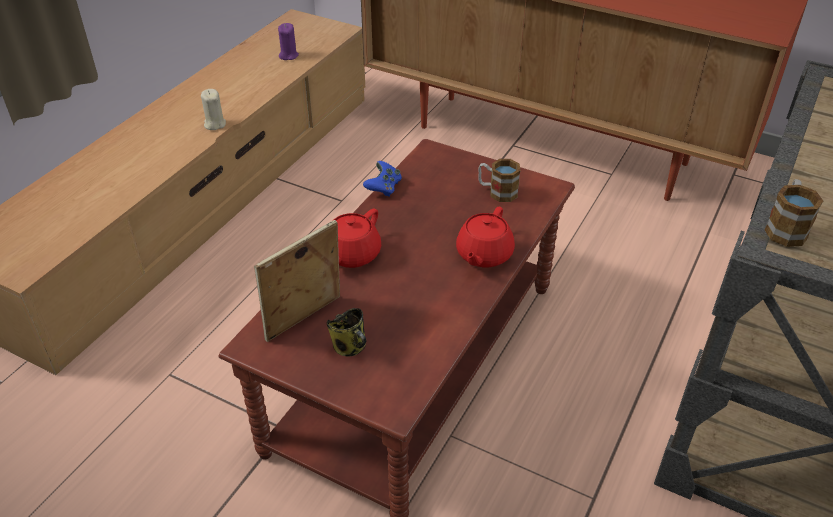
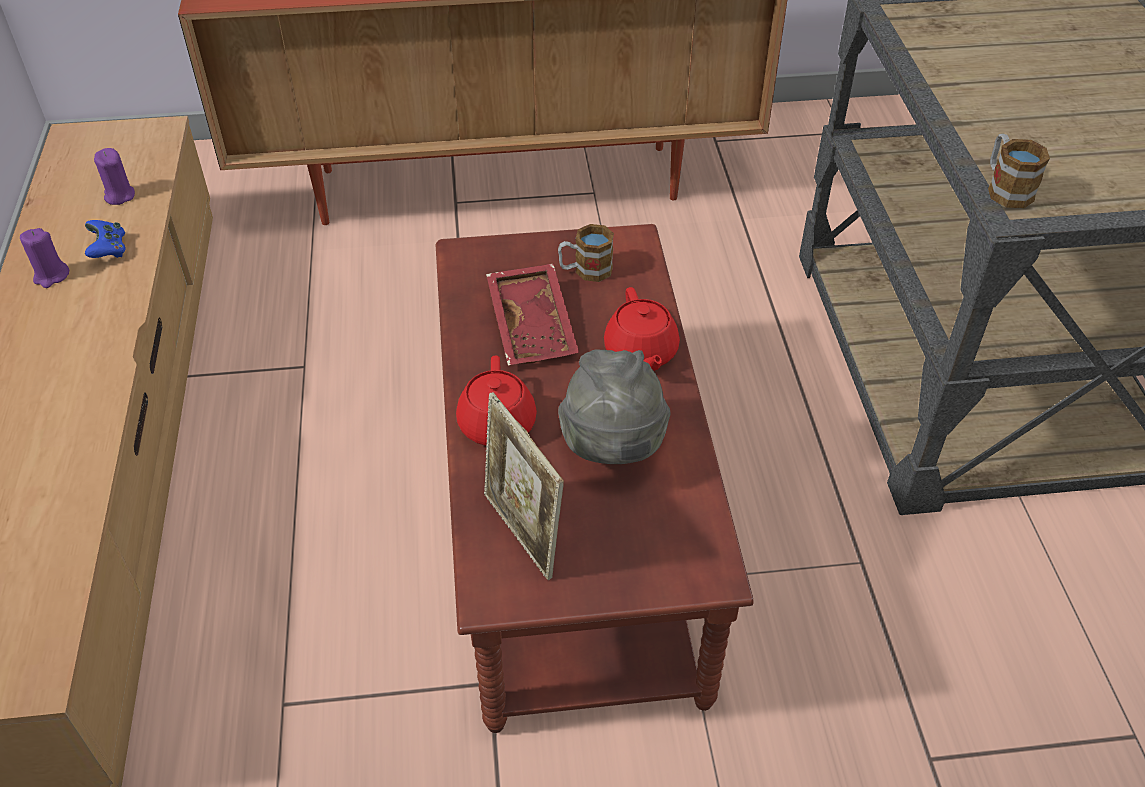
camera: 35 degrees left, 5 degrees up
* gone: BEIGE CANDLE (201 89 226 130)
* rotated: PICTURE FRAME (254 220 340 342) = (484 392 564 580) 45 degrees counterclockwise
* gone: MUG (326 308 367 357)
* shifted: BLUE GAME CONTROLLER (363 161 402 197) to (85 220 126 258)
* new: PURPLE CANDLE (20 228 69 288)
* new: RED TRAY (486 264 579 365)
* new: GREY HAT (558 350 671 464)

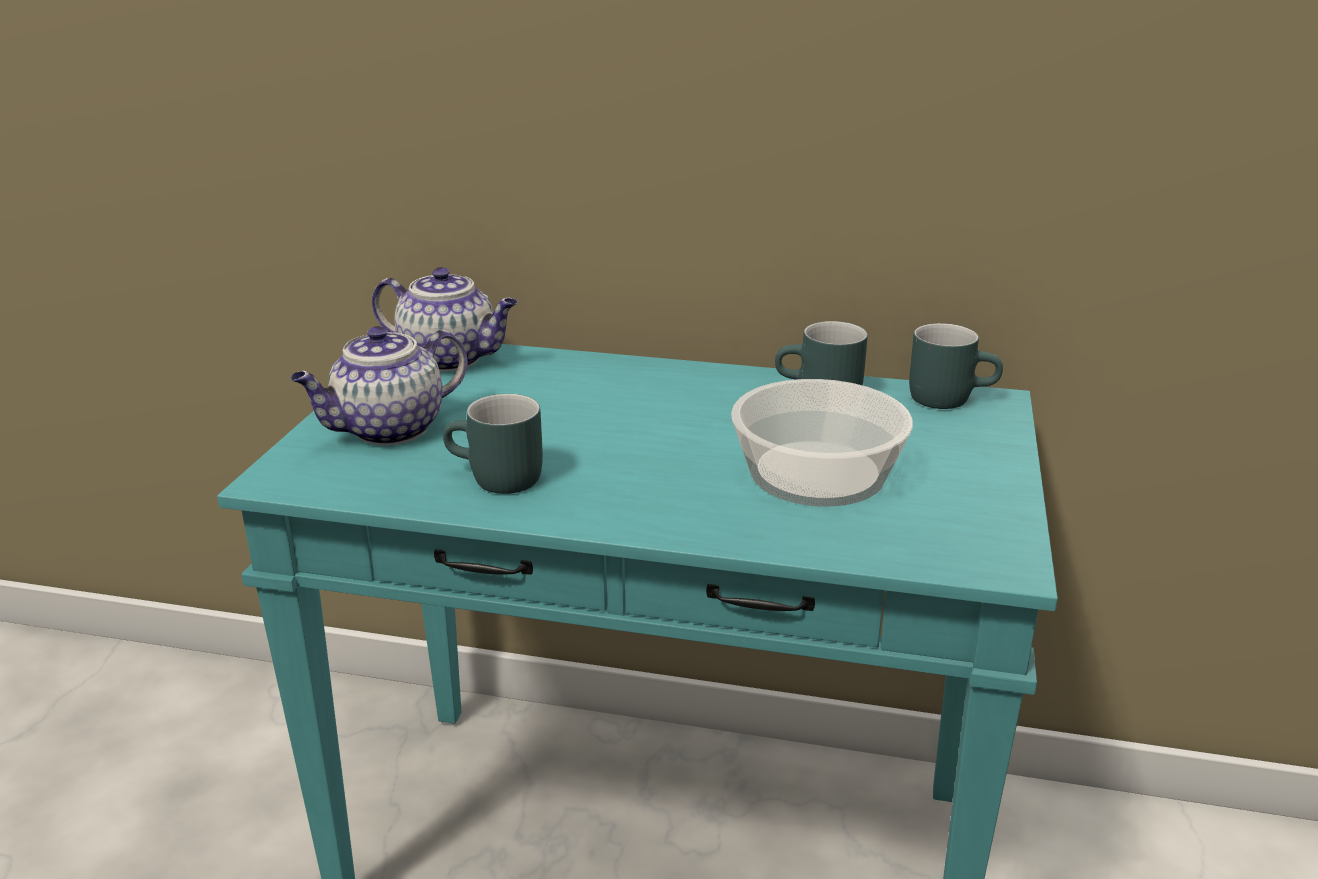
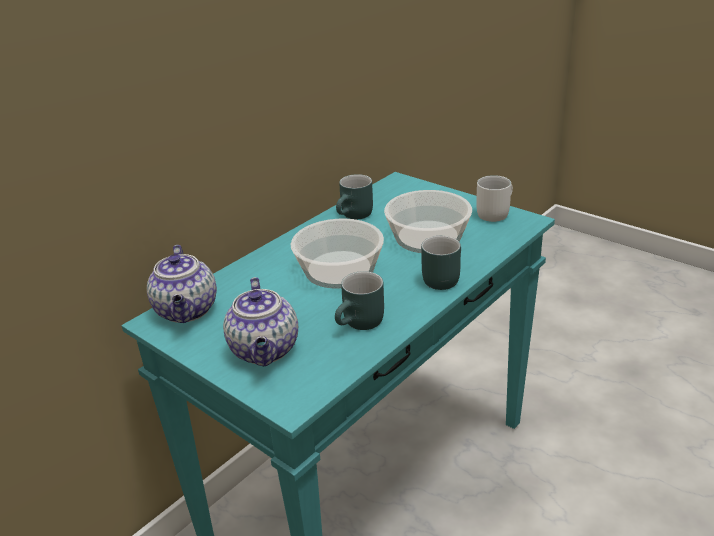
camera: 60 degrees left, 5 degrees up
* rotated: TEAPOT (372 267 518 372) = (147 245 217 323) 120 degrees clockwise
* shifted: TURQUOISE MUG (909 323 1003 409) to (421 236 461 290)
* new: BOWL (291 219 384 288)
* new: WHITE MUG (476 175 513 222)

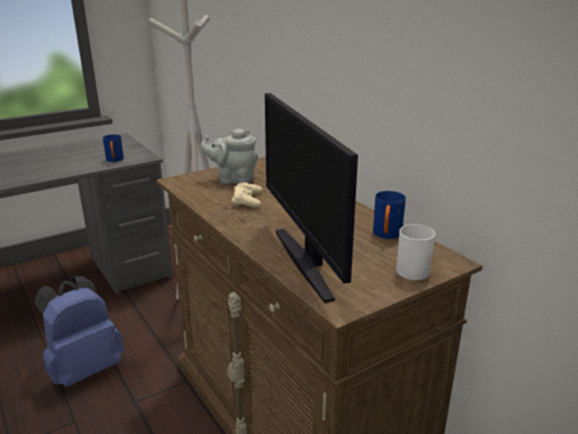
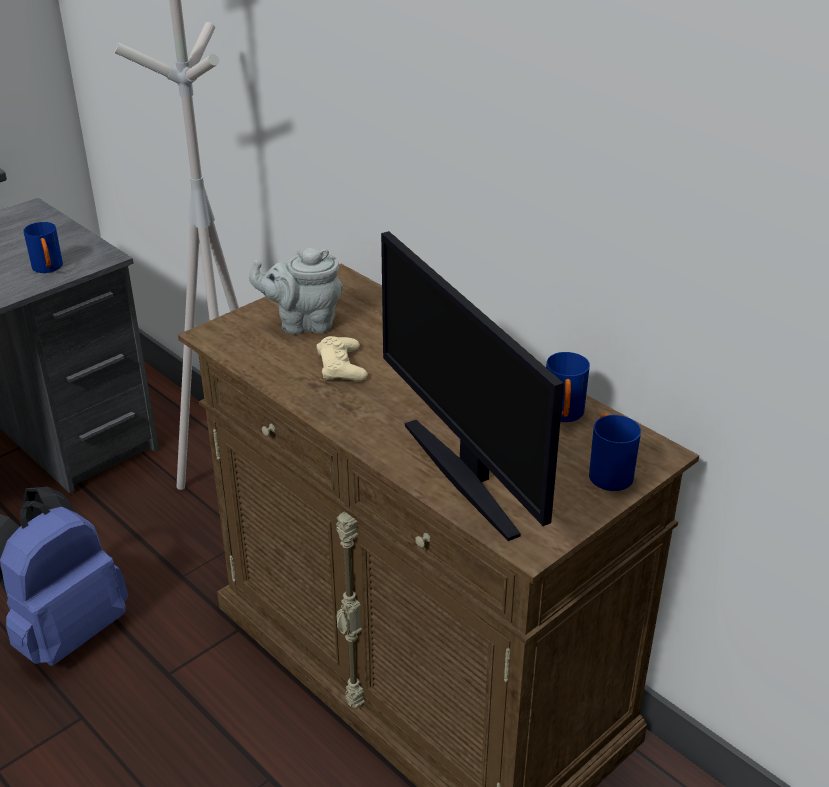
camera: 10 degrees left, 10 degrees up
* repainted: WHITE MUG (396 224 435 280) to BLUE MUG (589 414 641 491)

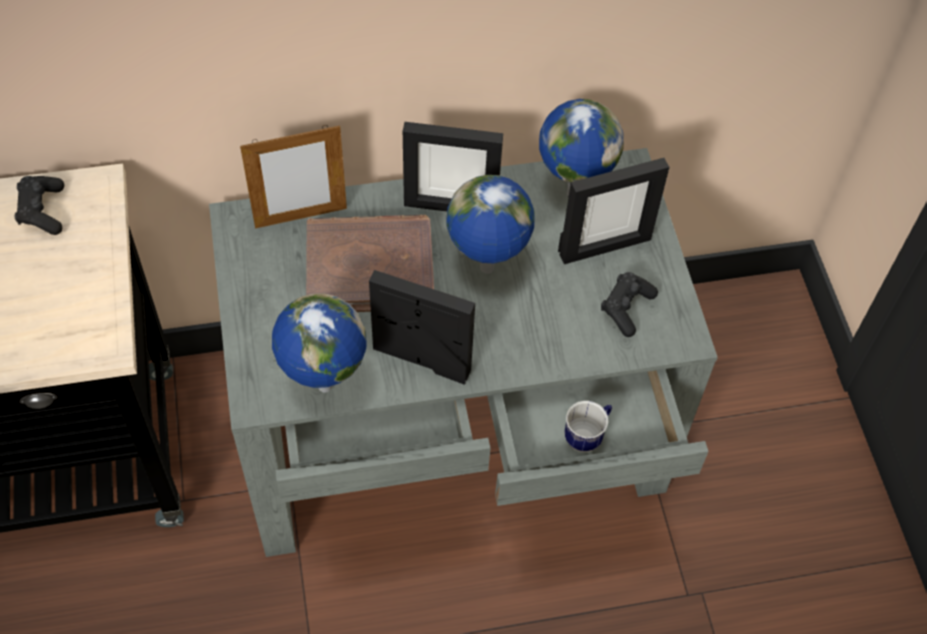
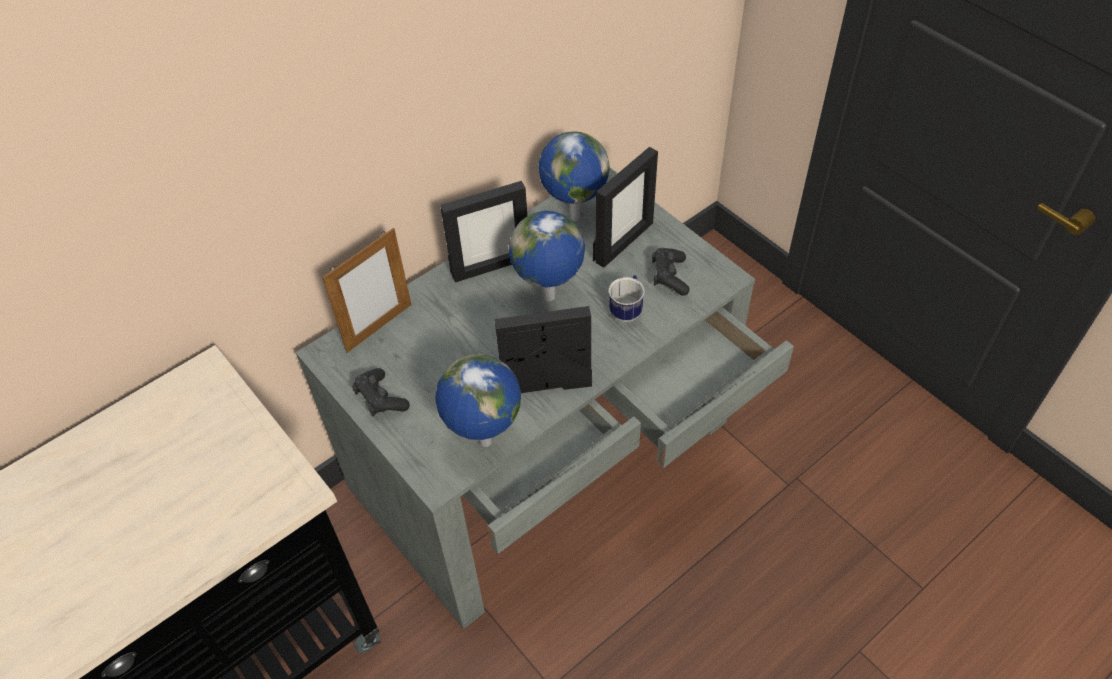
camera: 25 degrees left, 5 degrees down
* shifted: BLACK GAME CONTROLLER (15 176 64 235) to (352 368 410 417)
* gone: BROWN BOOK (306 215 434 312)
* shifted: MUG (564 401 612 452) to (609 275 645 322)

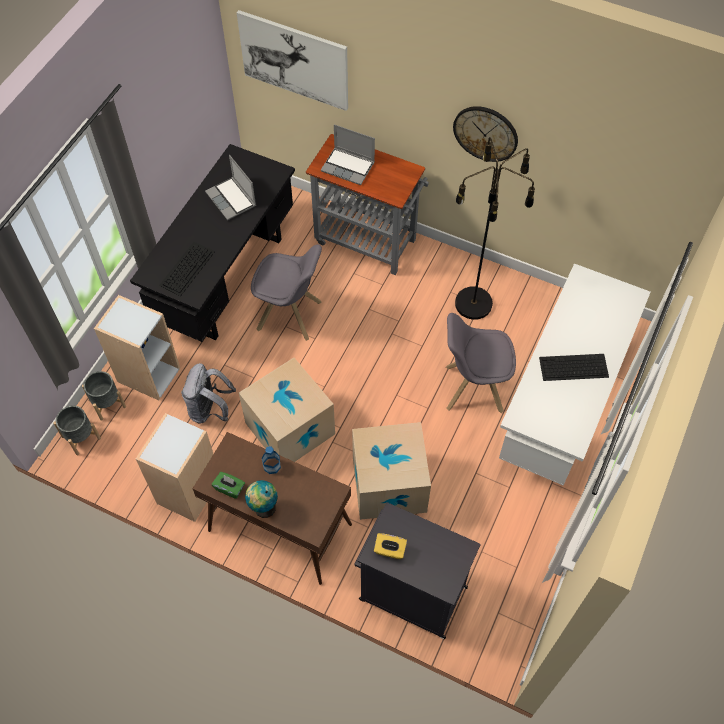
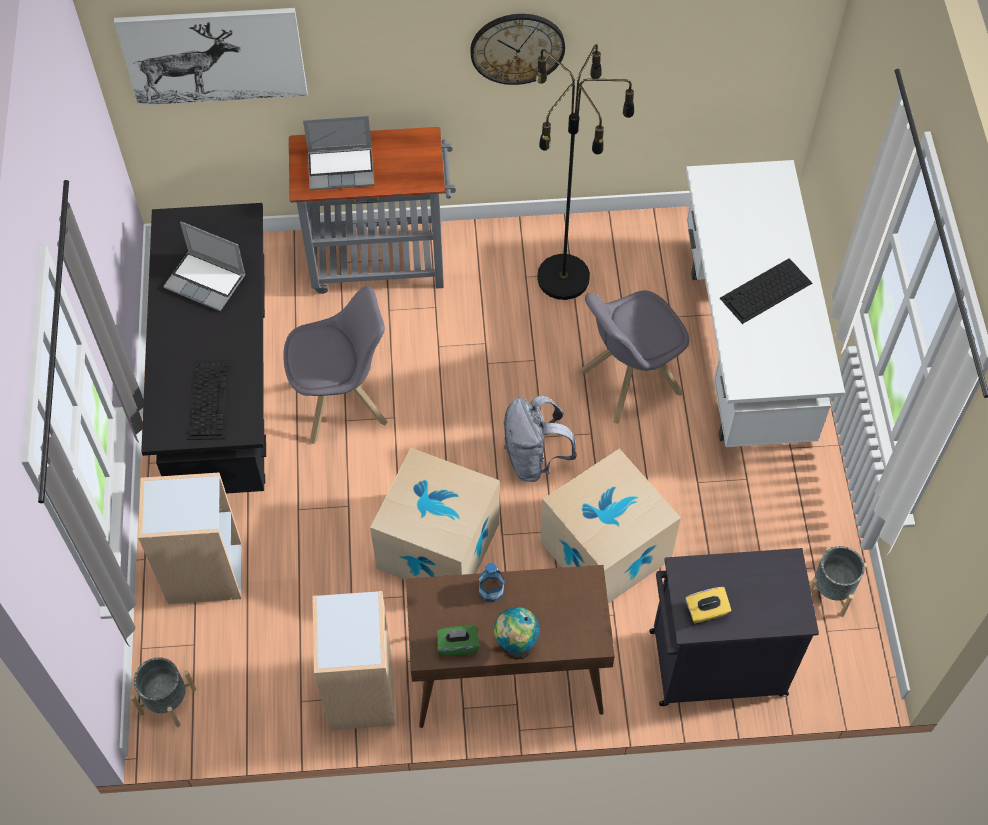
camera: 30 degrees left, 0 degrees up
* shifted: GREY PLANTER (82 371 126 420) to (810 546 867 617)
* shifted: GREY BACKPACK (181 363 236 424) to (504 396 577 482)

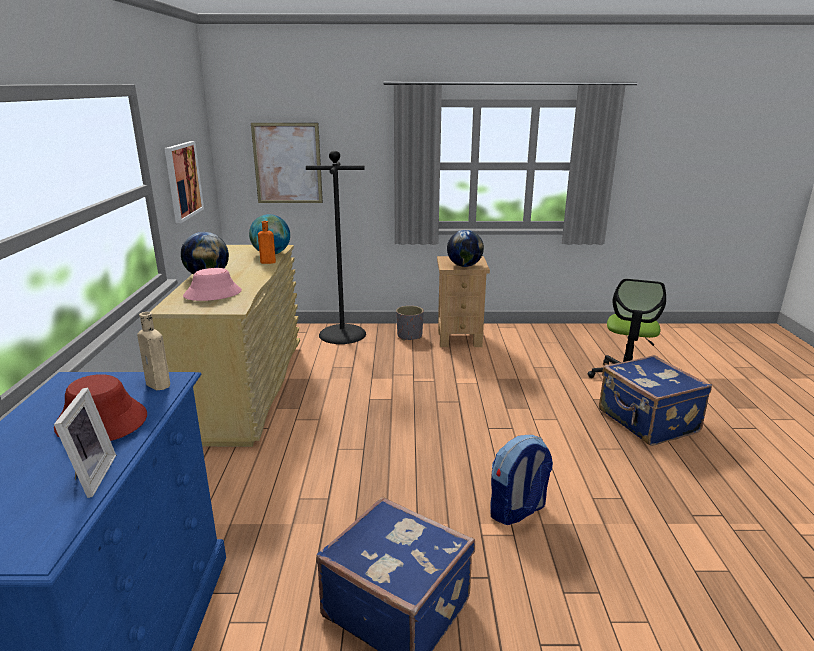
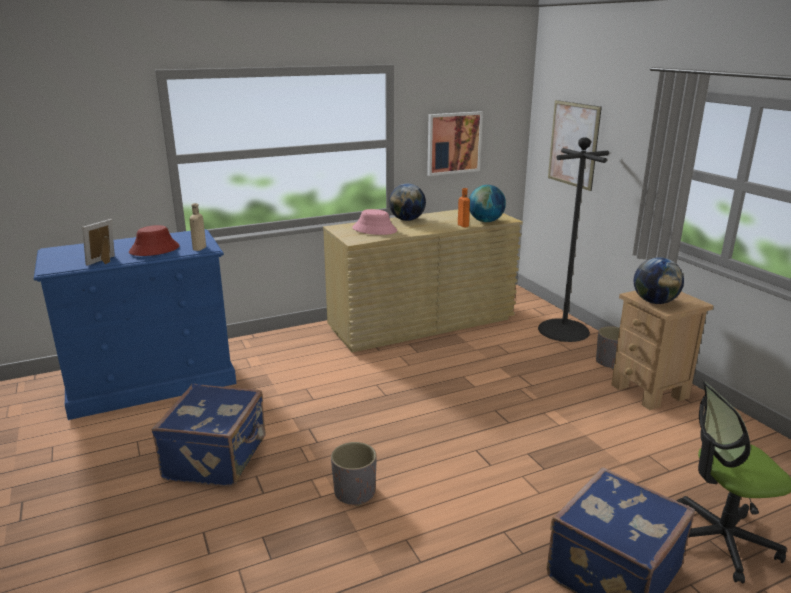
camera: 65 degrees right, 0 degrees up
* rotated: PICTURE FRAME (54 388 116 498) = (82 219 115 266) 150 degrees clockwise
* swapped: BACKPACK (490 435 553 525) to GREY PLANTER (331 442 377 506)

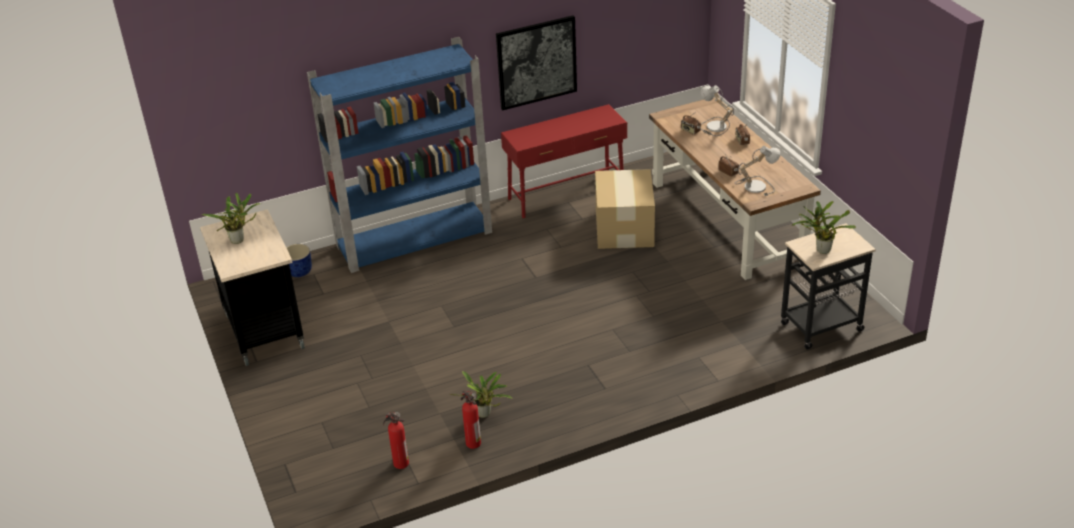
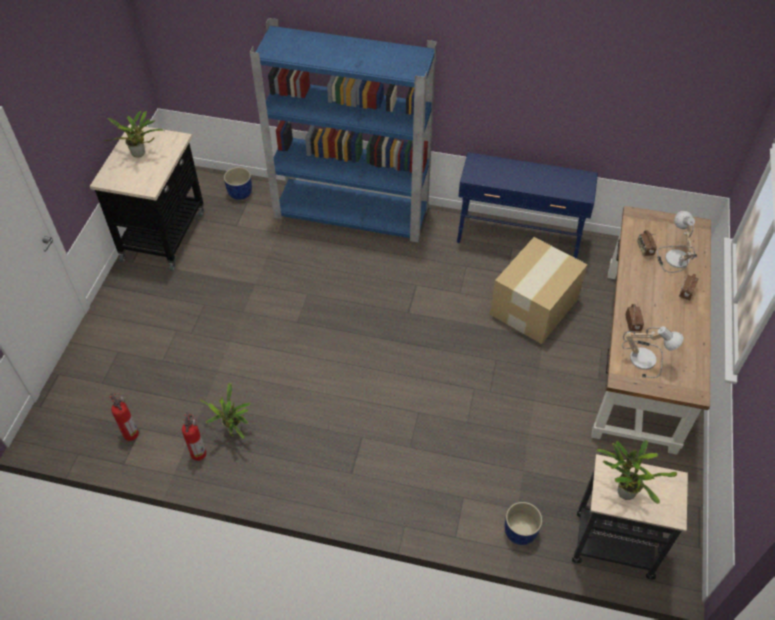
camera: 35 degrees right, 15 degrees up
* gone: PICTURE (496 15 577 110)
* repainted: RED CONSOLE TABLE (501 104 627 218) to BLUE CONSOLE TABLE (457 152 598 259)
* new: BLUE PLANTER (505 502 542 545)

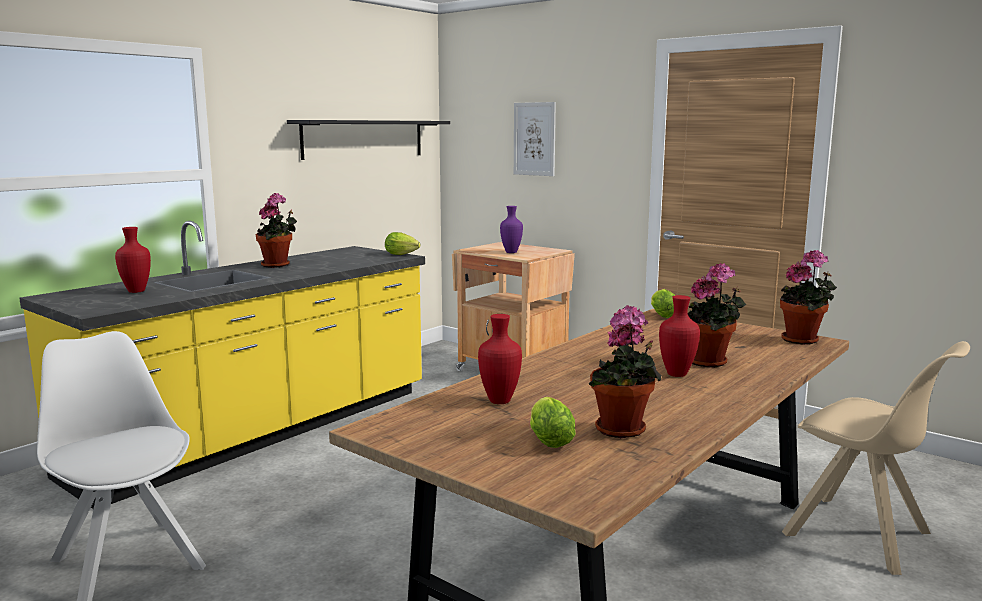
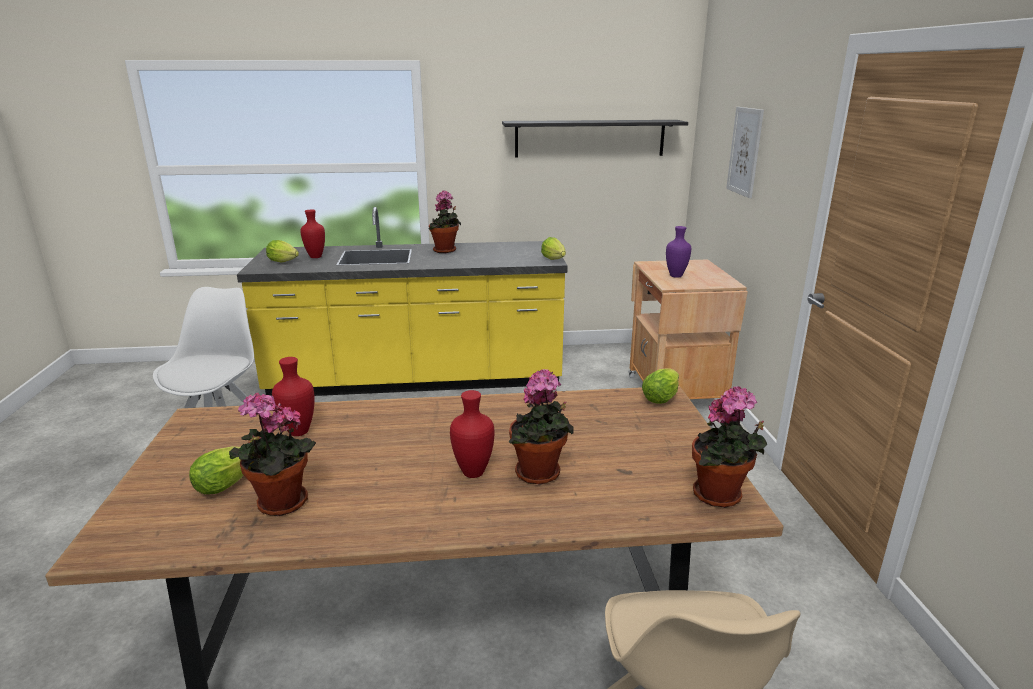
camera: 45 degrees right, 10 degrees up
* new: LETTUCE (266 240 299 262)

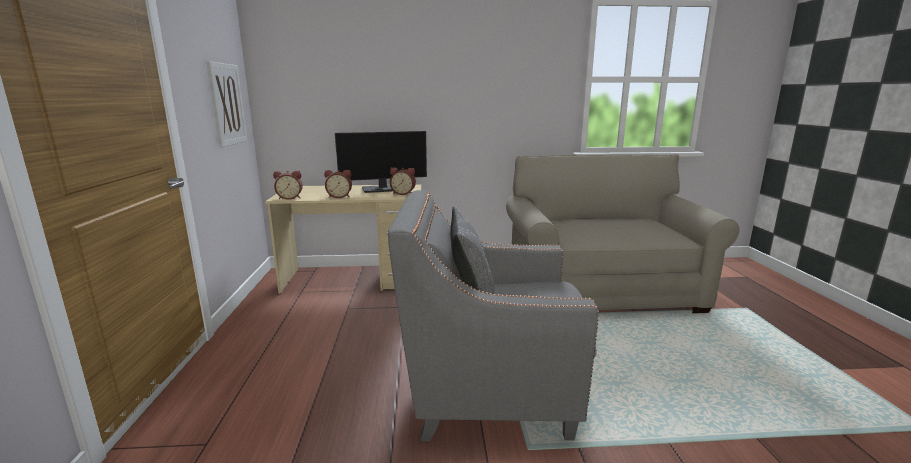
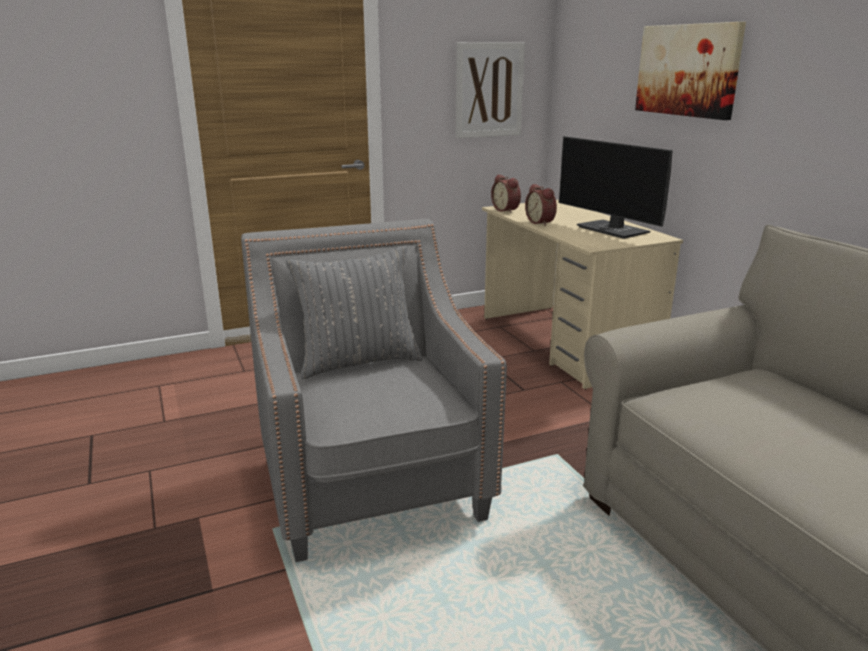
camera: 70 degrees right, 5 degrees up
* gone: ALARM CLOCK (390 167 416 195)
* new: PICTURE (635 22 746 120)

